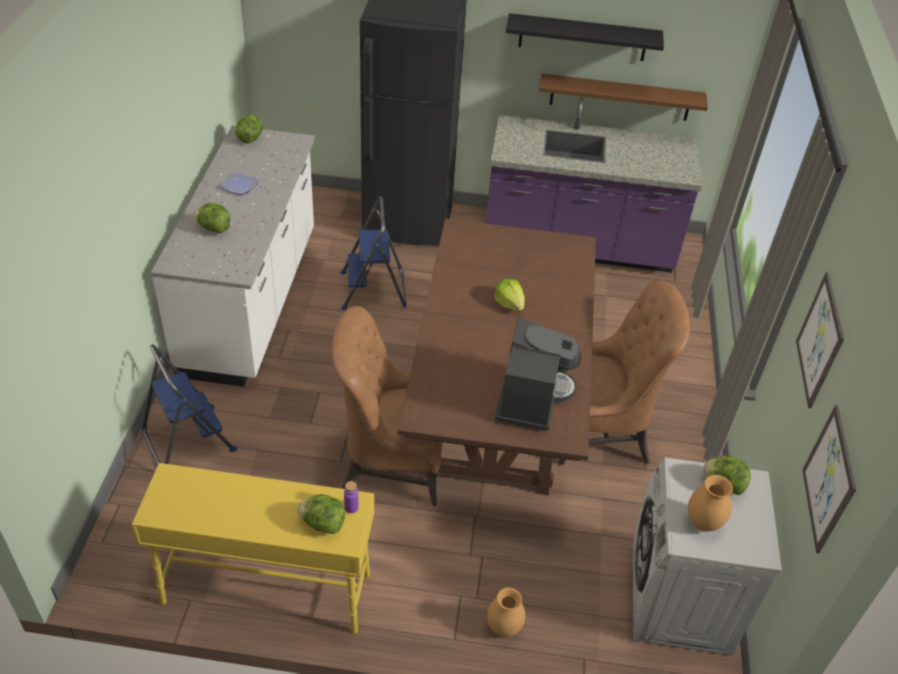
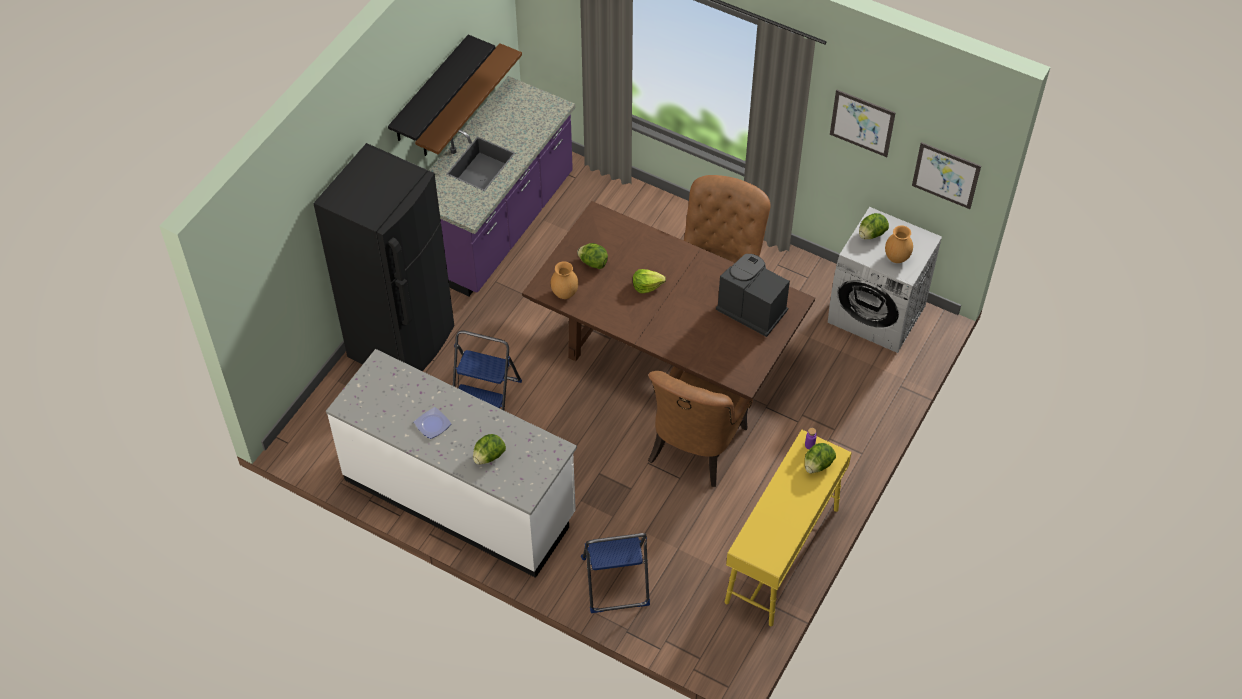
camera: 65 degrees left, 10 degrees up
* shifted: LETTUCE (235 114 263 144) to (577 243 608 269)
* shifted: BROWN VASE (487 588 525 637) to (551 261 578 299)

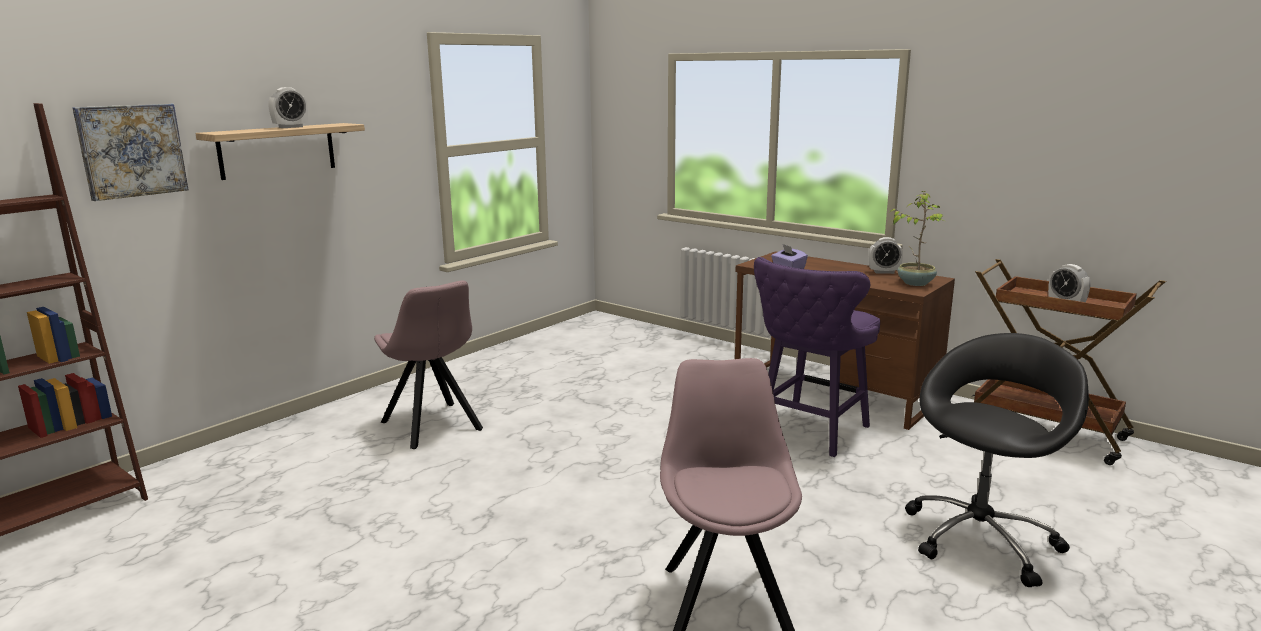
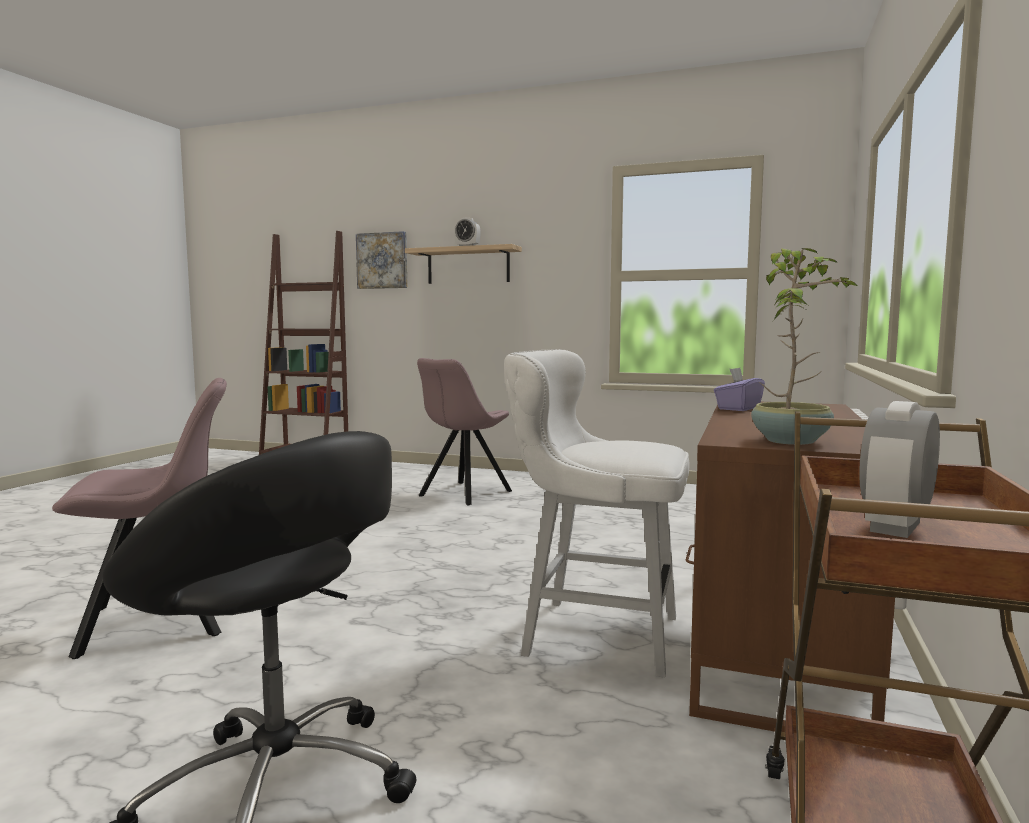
camera: 70 degrees right, 10 degrees down
* repainted: PURPLE STOOL (754 257 880 457) to WHITE STOOL (504 349 689 678)
* gone: ALARM CLOCK (869 237 903 274)

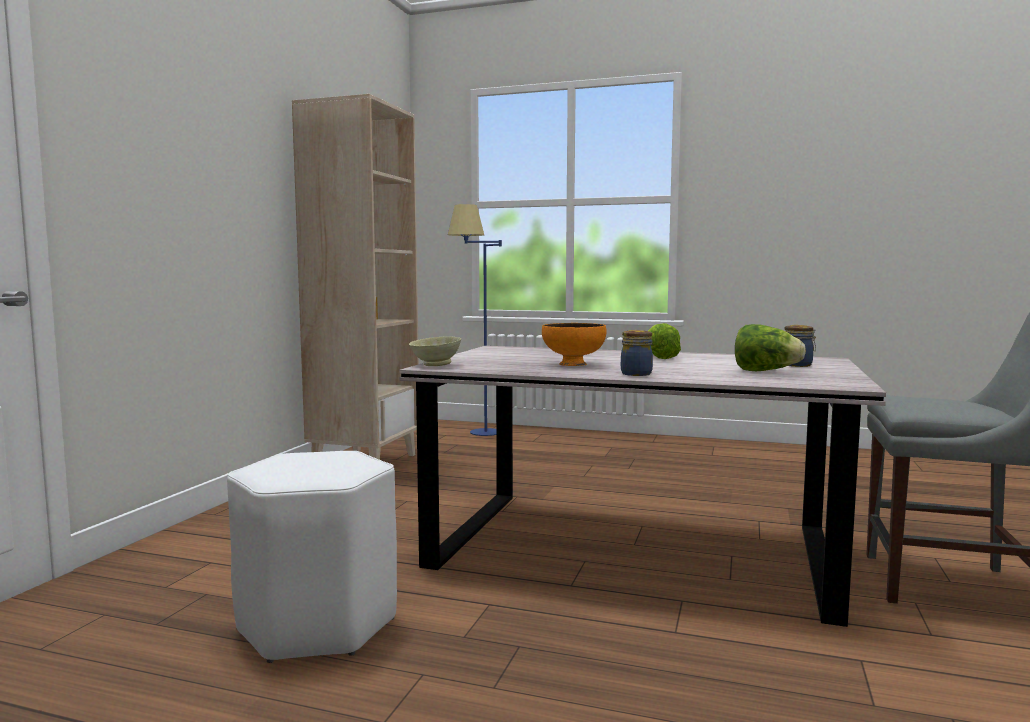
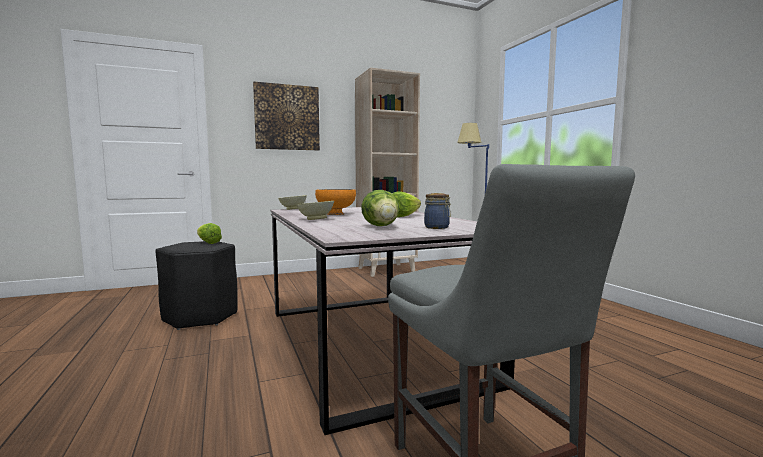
camera: 50 degrees right, 0 degrees up
* repainted: WHITE STOOL (227 451 397 663) to BLACK STOOL (156 241 238 330)
* swapped: JAR (621 330 653 376) to BEIGE BOWL (296 201 334 220)
* new: LETTUCE (197 223 222 244)
* new: PICTURE (253 82 320 150)

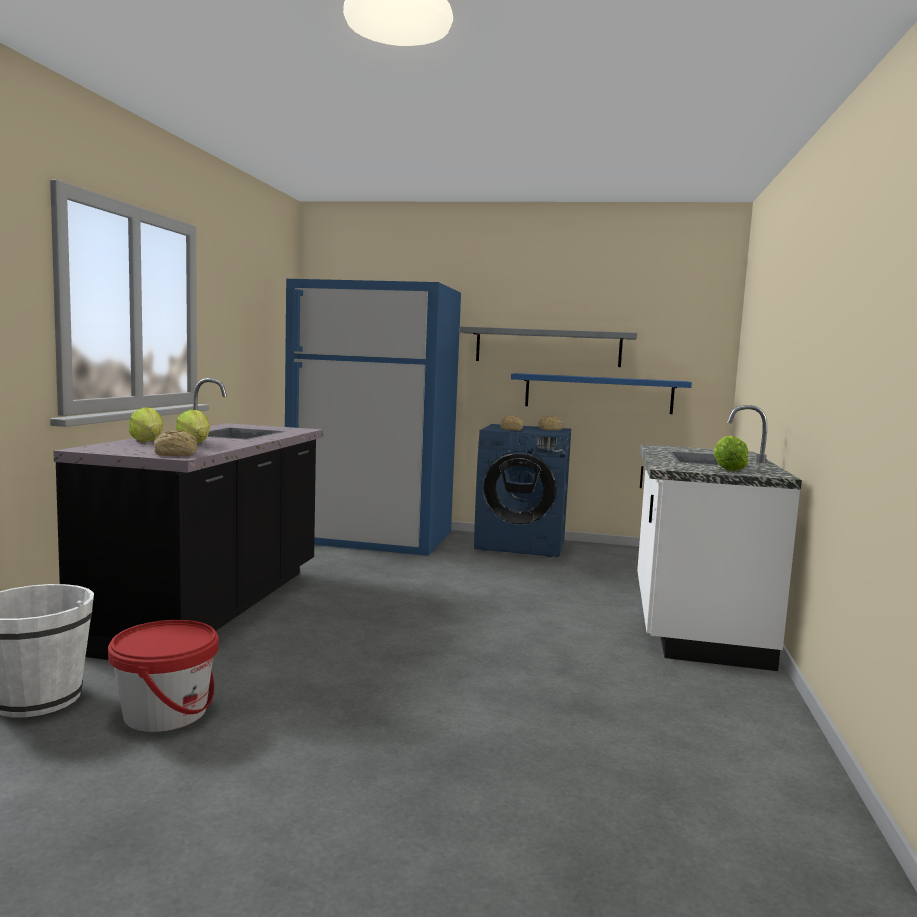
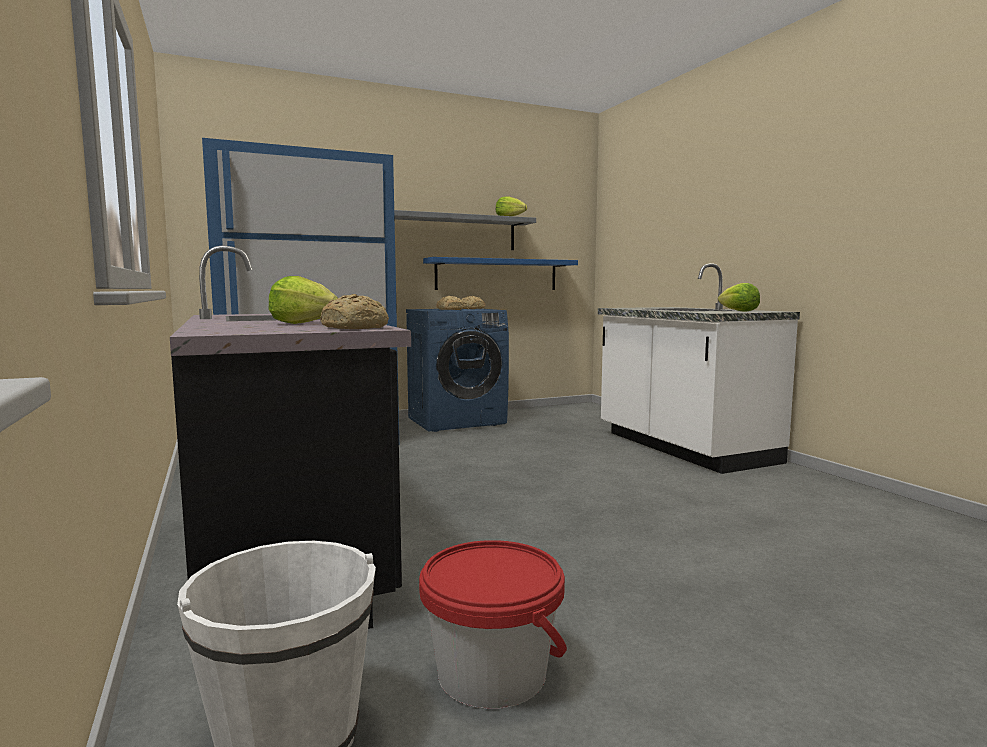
camera: 35 degrees left, 0 degrees up
* shifted: LETTUCE (129 407 164 442) to (496 196 527 216)

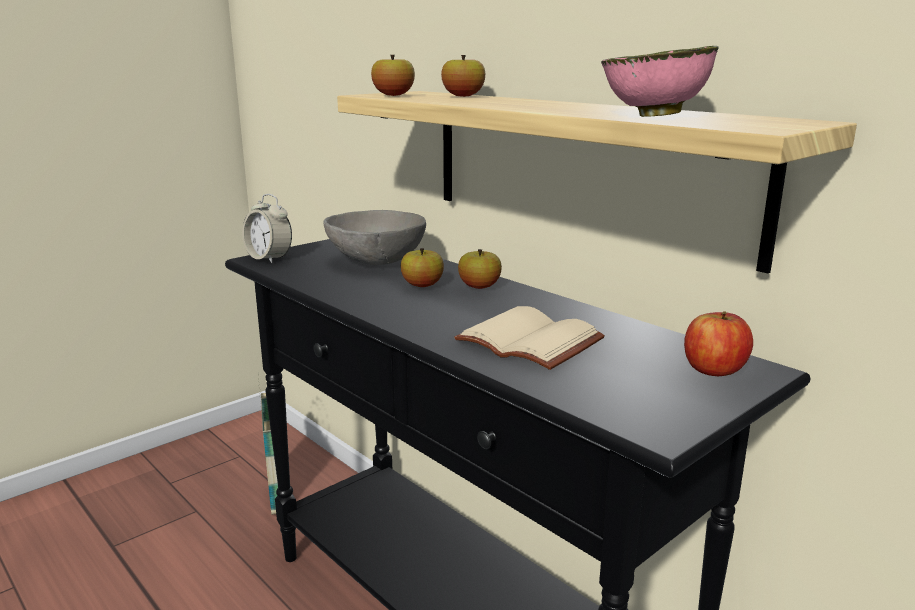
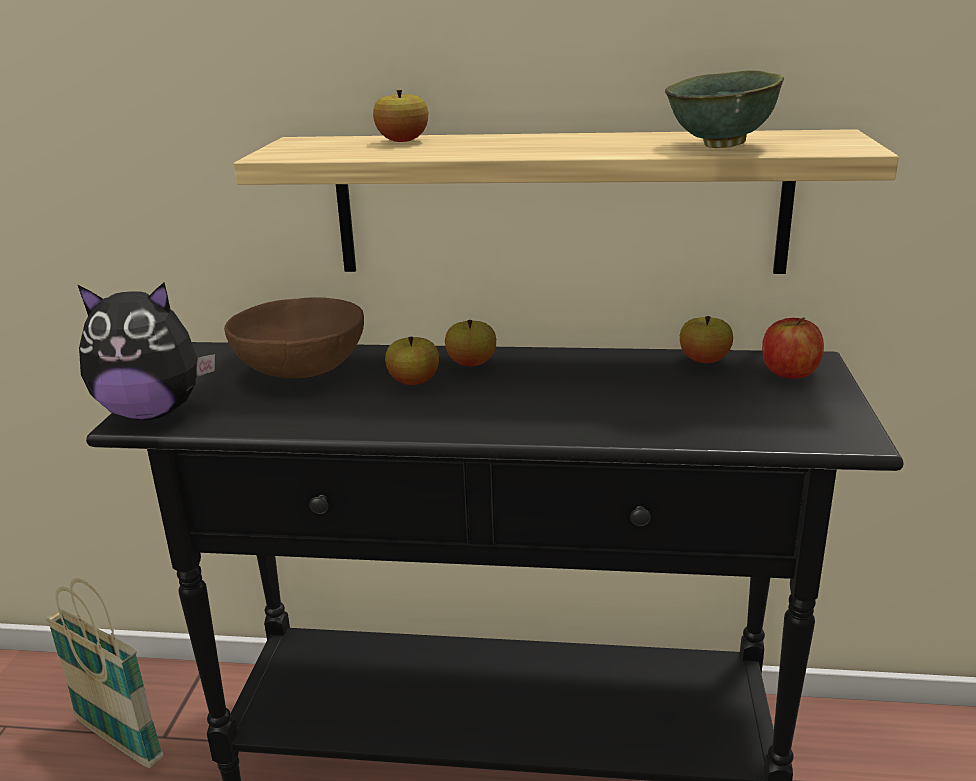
camera: 40 degrees left, 5 degrees up
* swapped: ALARM CLOCK (242 194 292 263) to PLUSH TOY (78 282 215 420)
* repainted: GREY BOWL (324 210 426 265) to BROWN BOWL (224 297 364 378)
* shifted: APPLE (371 55 415 96) to (680 316 733 363)
* gone: BEIGE BOOK (454 306 605 370)
* repainted: PINK BOWL (601 46 719 117) to GREEN BOWL (665 70 784 148)

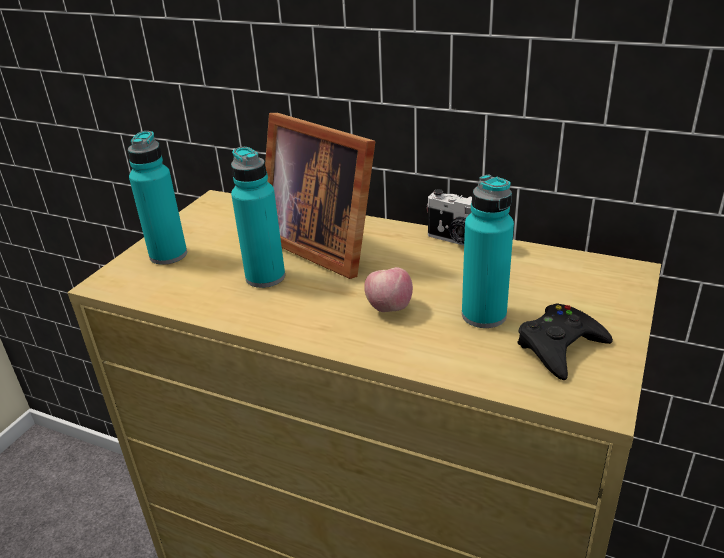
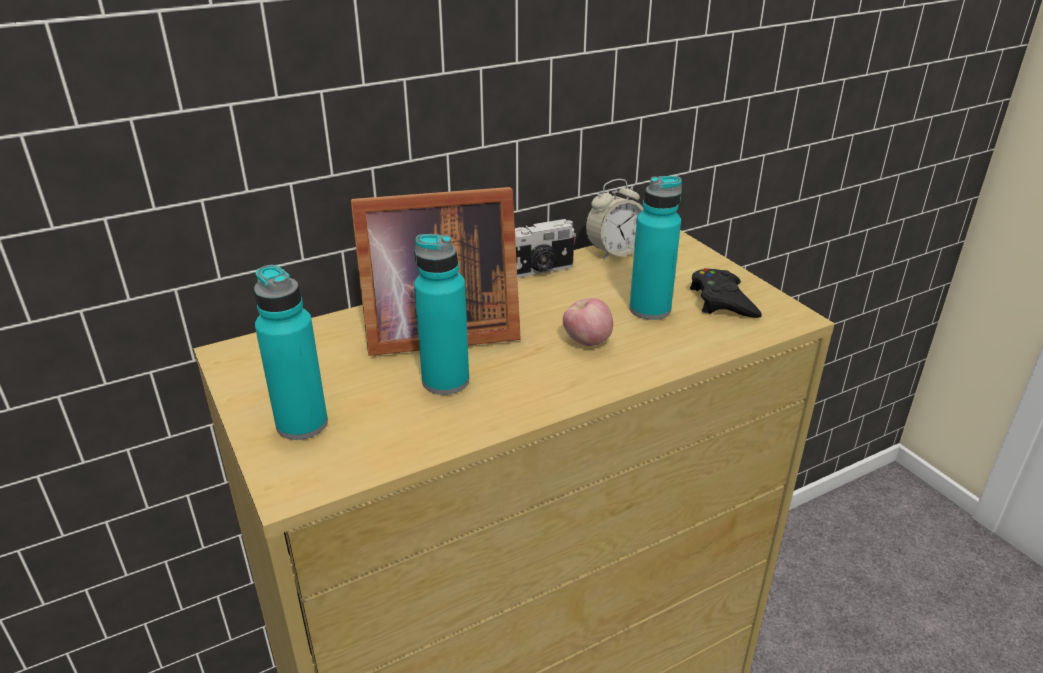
camera: 55 degrees left, 0 degrees up
* new: ALARM CLOCK (585 179 644 260)

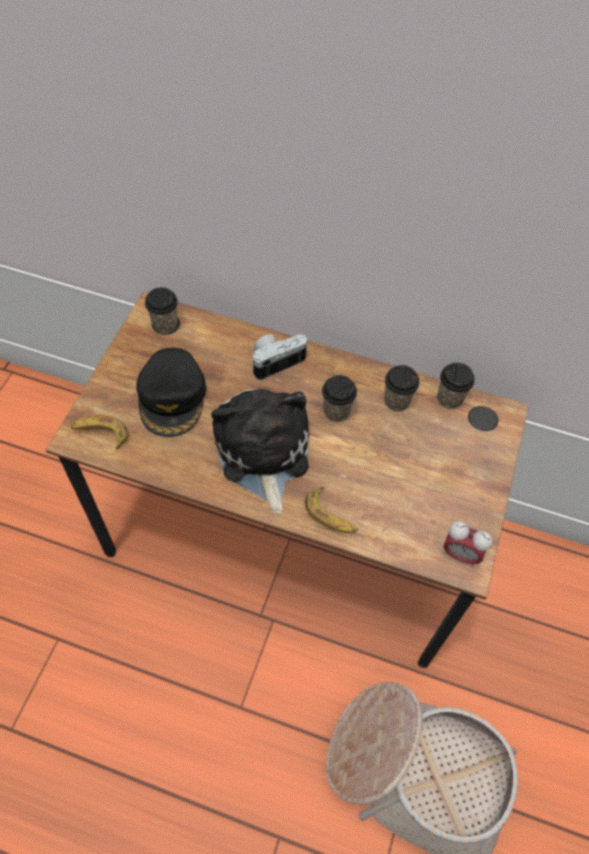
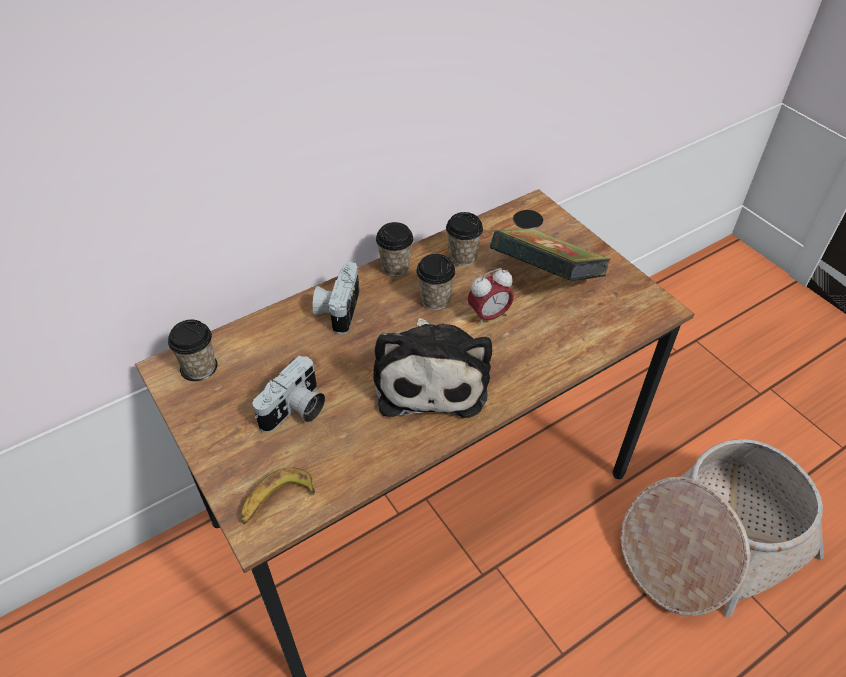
camera: 50 degrees left, 10 degrees down
* swapped: BLACK CAP (136 348 206 437) to PHOTO CAMERA (253 356 325 433)
* rotated: PLUSH TOY (211 389 309 514) = (373 318 492 418) 120 degrees counterclockwise
* gone: BANANA (305 487 357 533)
* shifted: CUP (437 363 475 409) to (376 222 414 277)
* shifted: ALARM CLOCK (444 521 492 566) to (468 268 514 326)
* new: BOOK (490 228 611 281)

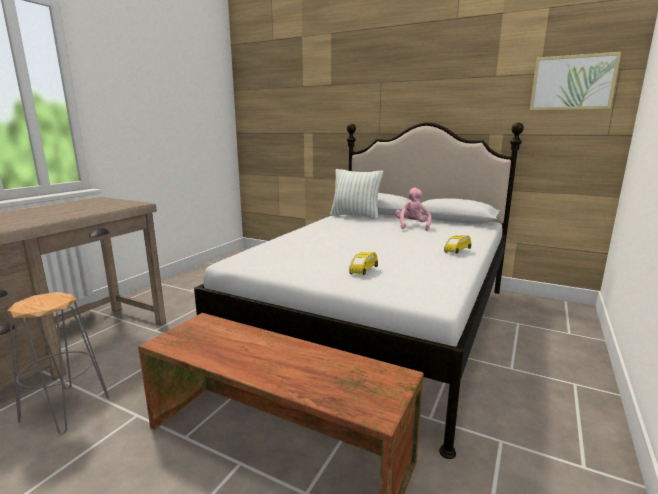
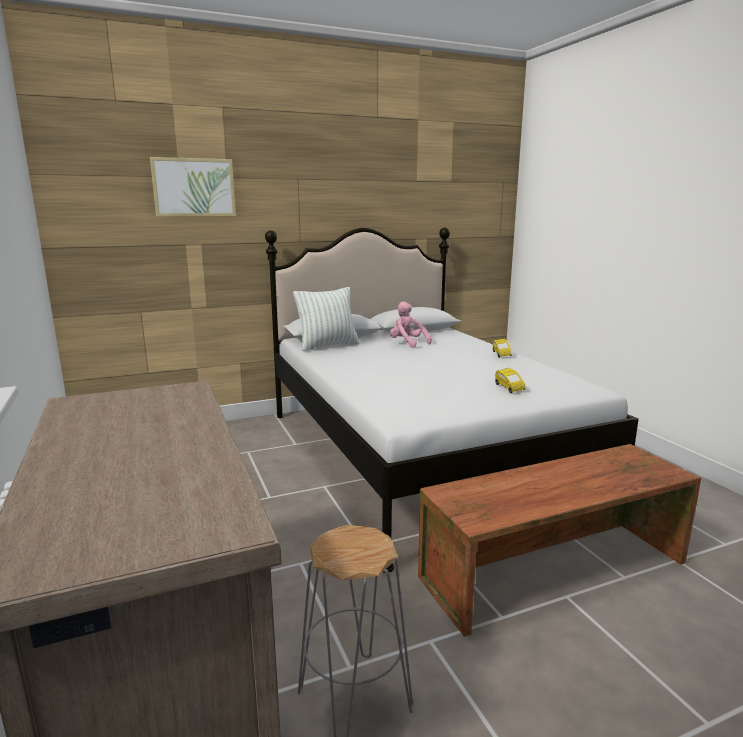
camera: 50 degrees left, 0 degrees up
* shifted: PICTURE (530 52 621 110) to (150 157 236 217)

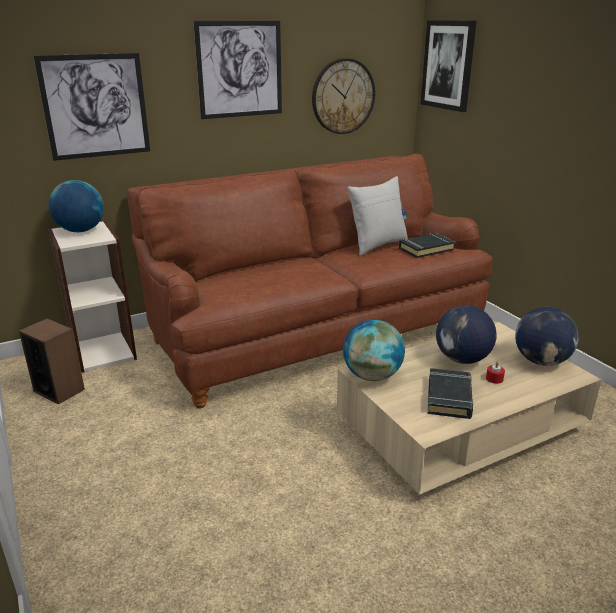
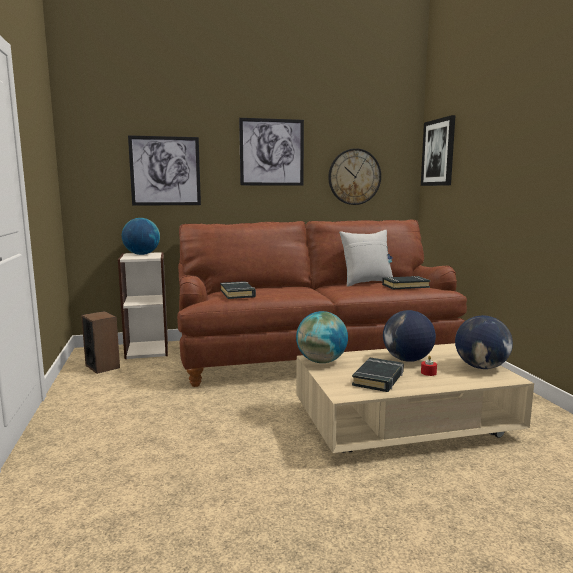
camera: 15 degrees right, 15 degrees down
* new: BLACK BOOK (220 281 256 299)

